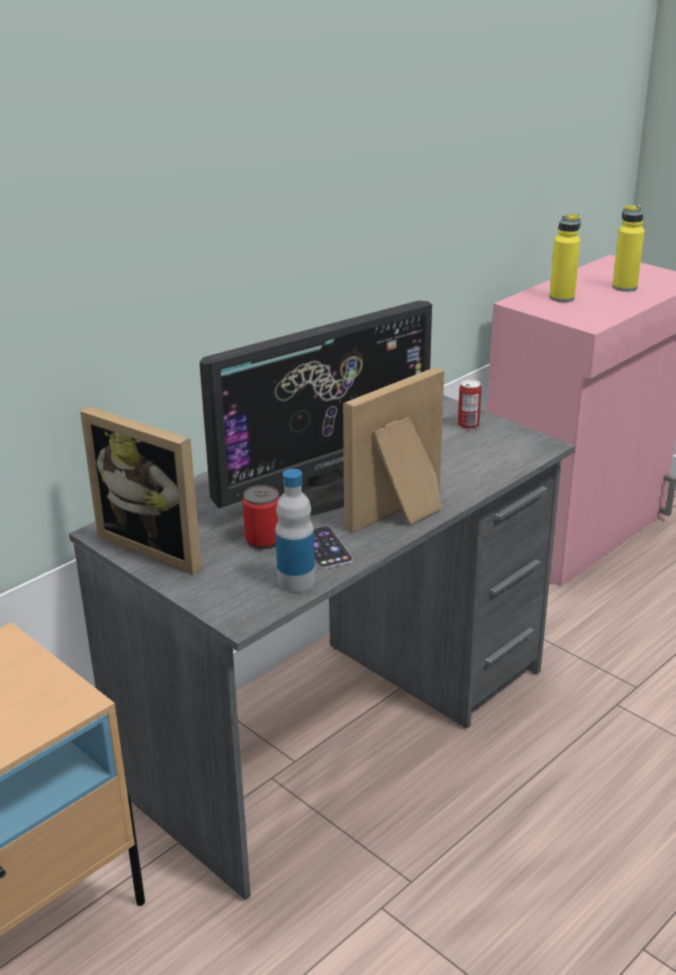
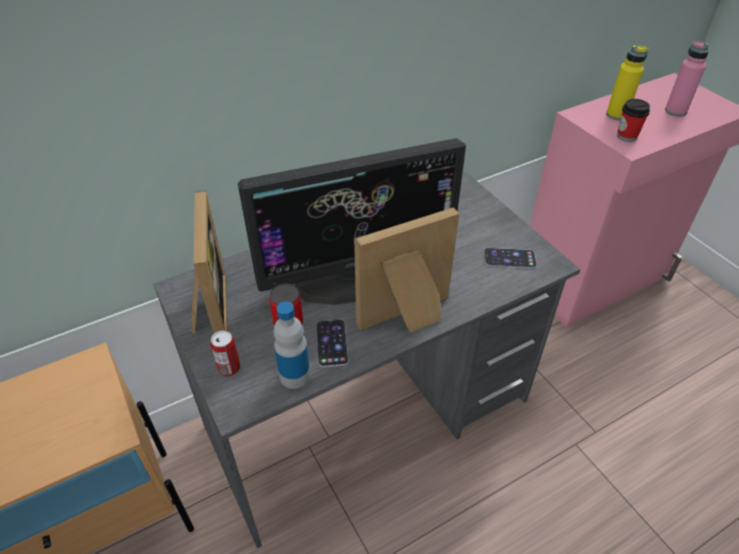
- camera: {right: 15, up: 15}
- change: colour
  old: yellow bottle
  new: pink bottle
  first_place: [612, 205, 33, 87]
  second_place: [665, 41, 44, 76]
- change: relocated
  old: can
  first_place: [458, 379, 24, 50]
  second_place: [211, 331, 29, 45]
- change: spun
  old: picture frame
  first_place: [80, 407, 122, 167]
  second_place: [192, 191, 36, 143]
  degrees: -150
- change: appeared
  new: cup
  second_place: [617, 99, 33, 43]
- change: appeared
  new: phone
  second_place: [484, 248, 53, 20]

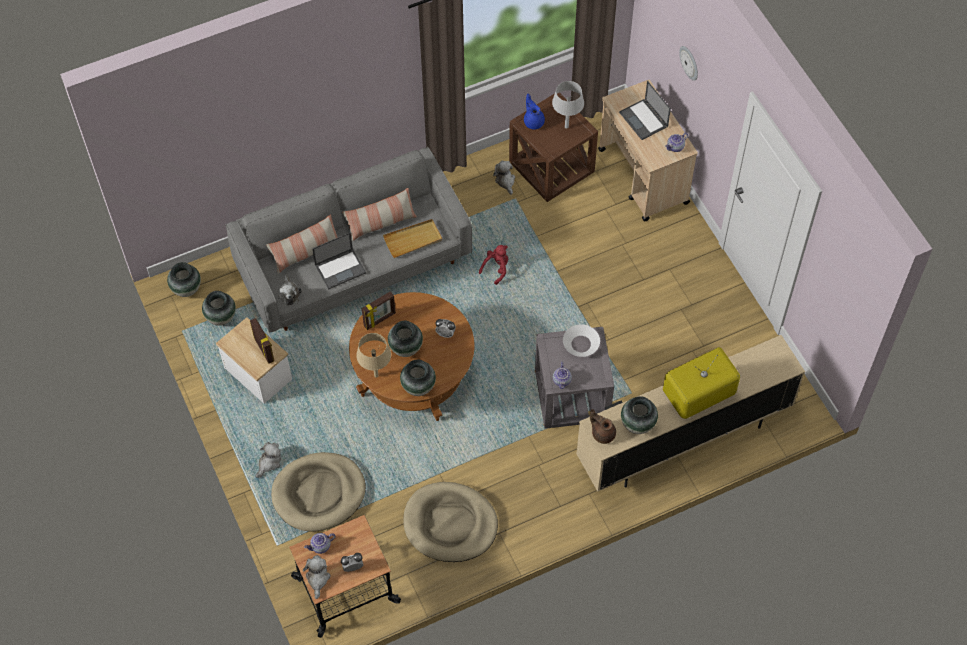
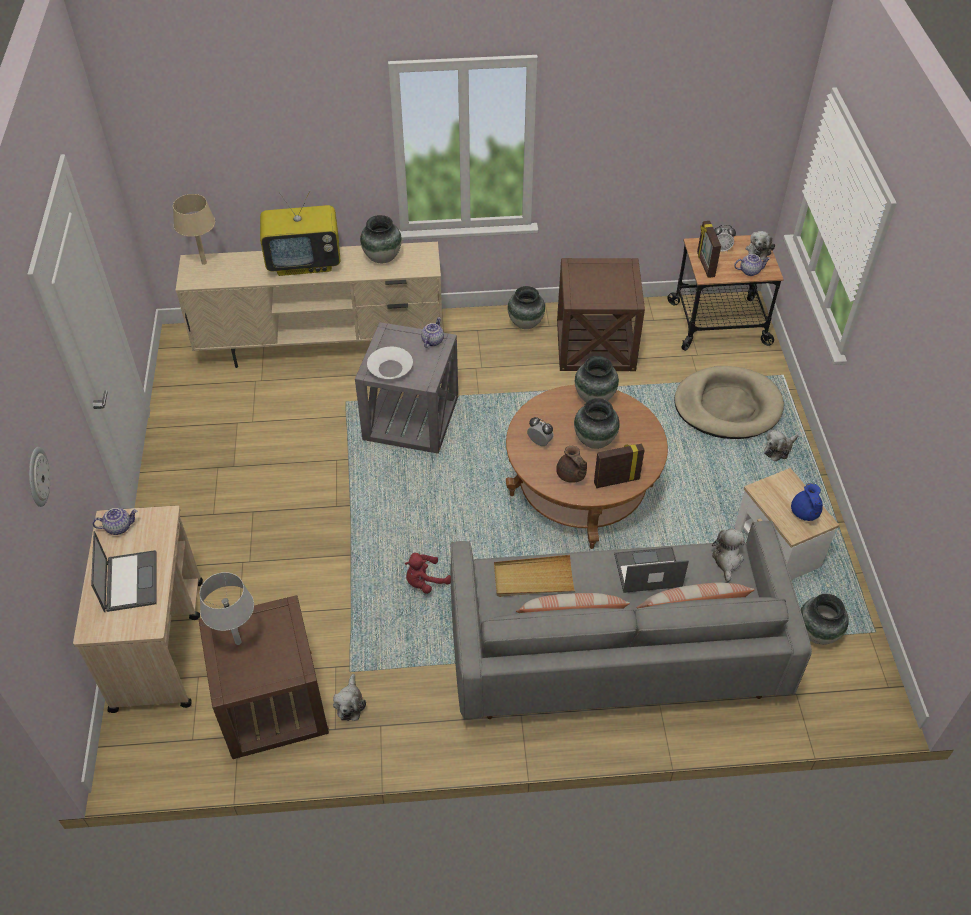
- camera: {right: -160, up: -10}
- change: relocated
  old: blue teapot
  first_place: [524, 94, 21, 35]
  second_place: [791, 483, 32, 38]
- change: relocated
  old: vase
  first_place: [167, 262, 34, 35]
  second_place: [508, 286, 37, 43]
- change: relocated
  old: picture frame
  first_place: [250, 318, 24, 46]
  second_place: [697, 221, 24, 57]
- change: relocated
  old: beige table lamp
  first_place: [356, 333, 35, 45]
  second_place: [173, 194, 42, 71]
- change: relocated
  old: brown teapot
  first_place: [590, 409, 26, 35]
  second_place: [556, 446, 31, 37]
- change: exchanged
  old: beige dog bed
  new: brown side table
  first_place: [403, 482, 95, 80]
  second_place: [557, 258, 88, 113]

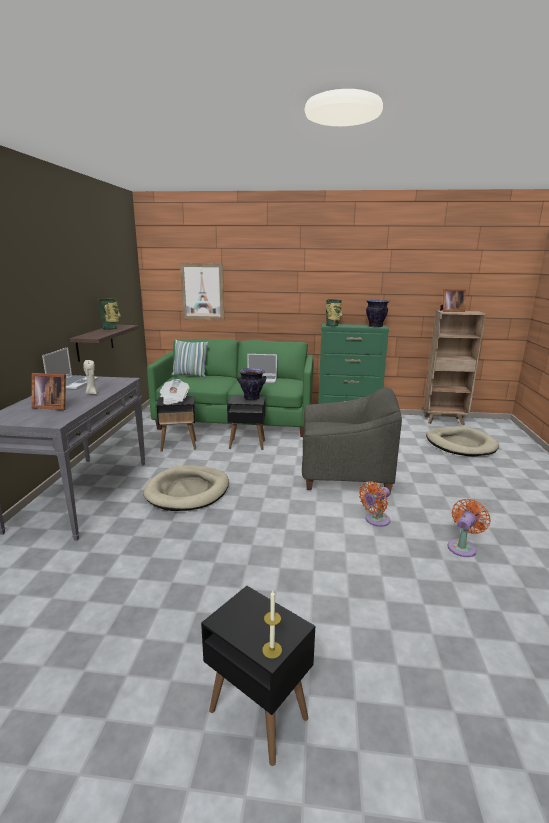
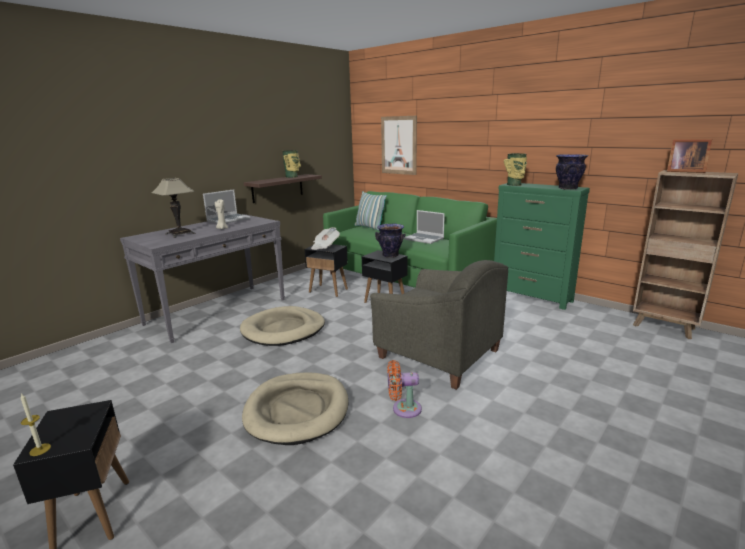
- camera: {right: 35, up: 0}
- change: exchanged
  old: picture frame
  new: table lamp
  first_place: [32, 373, 34, 37]
  second_place: [151, 178, 44, 60]
- change: relocated
  old: beige dog bed
  first_place: [426, 426, 73, 31]
  second_place: [242, 372, 106, 73]
- change: missing
  old: orange fan
  first_place: [448, 499, 43, 58]

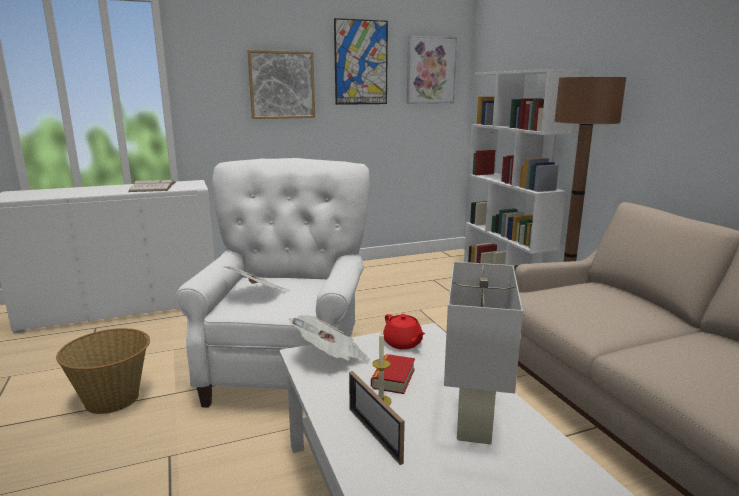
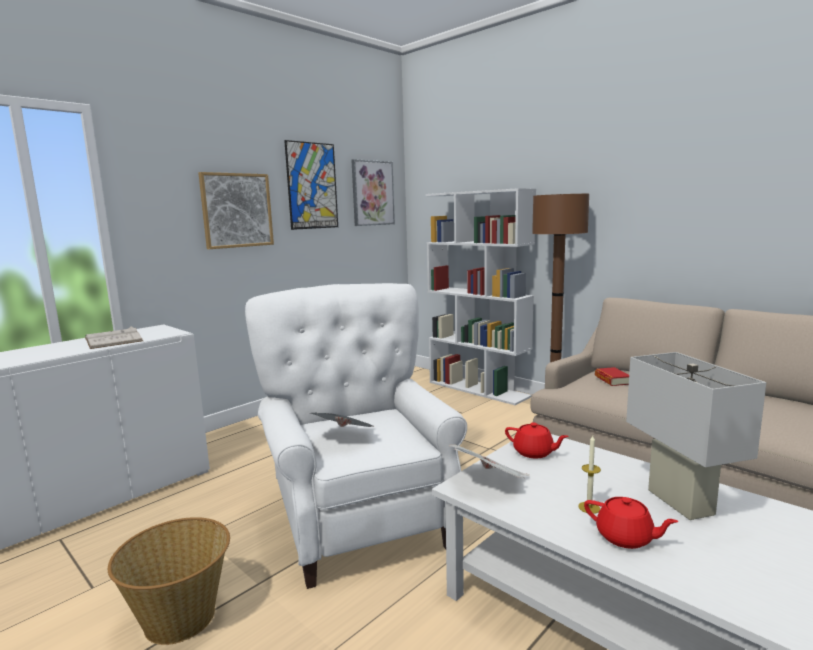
- camera: {right: -25, up: -5}
- change: relocated
  old: book
  first_place: [371, 354, 44, 40]
  second_place: [595, 367, 34, 19]
- change: exchanged
  old: picture frame
  new: red teapot
  first_place: [349, 371, 56, 94]
  second_place: [584, 497, 94, 52]

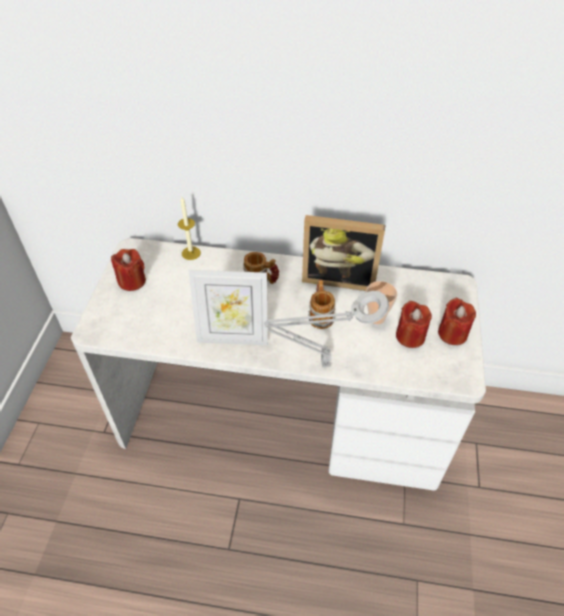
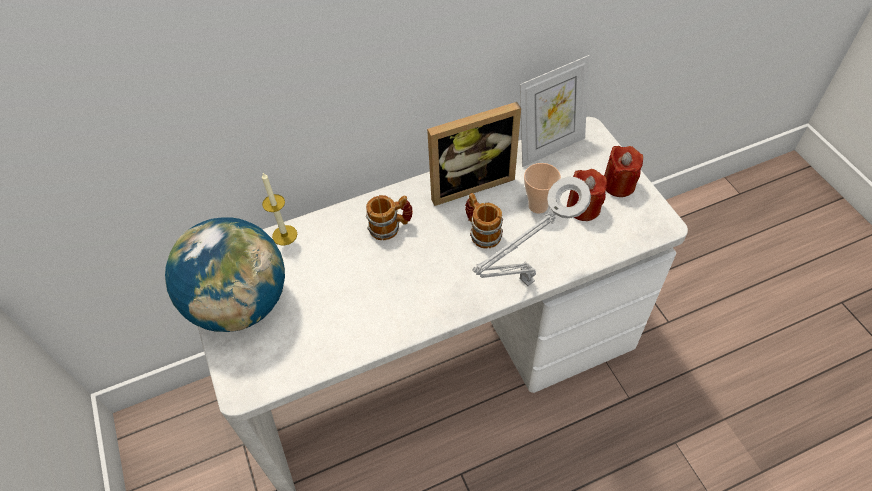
- camera: {right: -30, up: 5}
- change: exchanged
  old: red candle
  new: globe
  first_place: [111, 249, 35, 42]
  second_place: [165, 217, 120, 115]
- change: relocated
  old: picture frame
  first_place: [188, 270, 80, 75]
  second_place: [520, 55, 69, 112]

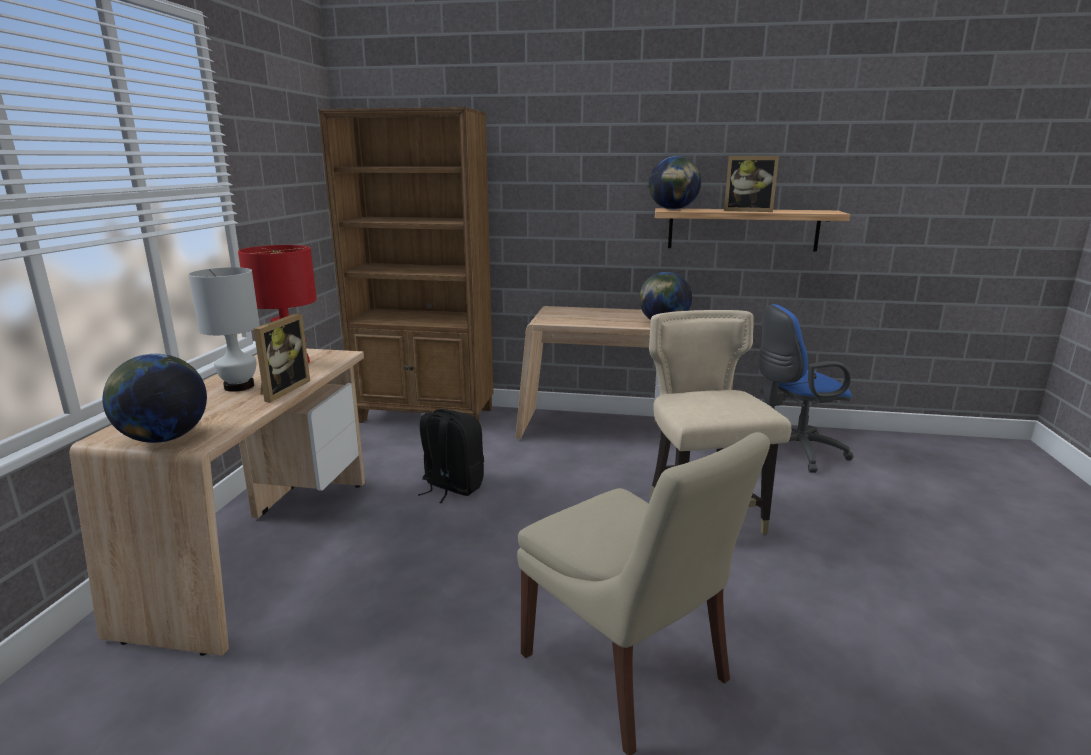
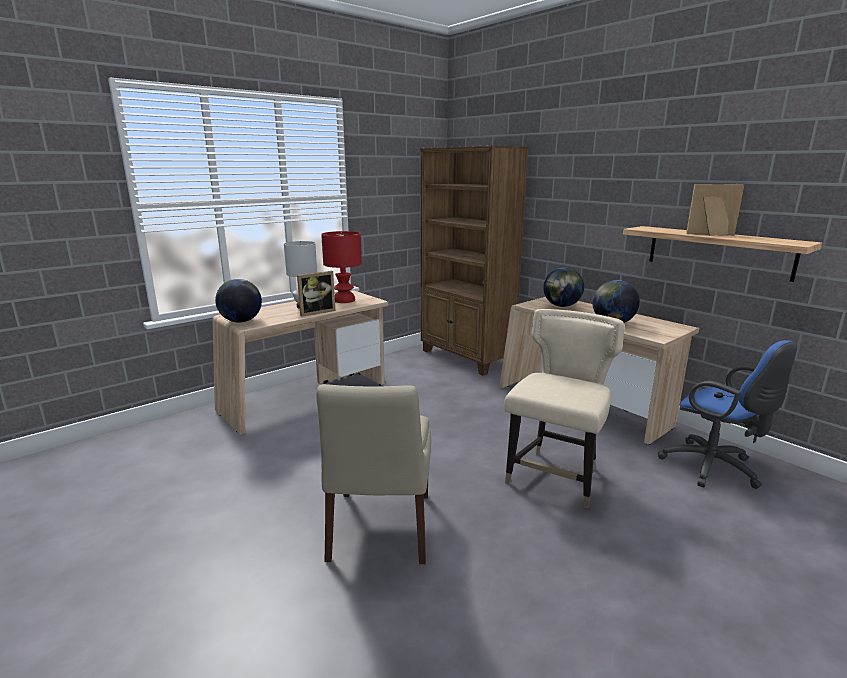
- camera: {right: 40, up: 0}
- change: relocated
  old: globe
  first_place: [649, 156, 52, 54]
  second_place: [543, 268, 41, 39]
- change: spun
  old: picture frame
  first_place: [724, 156, 55, 56]
  second_place: [686, 184, 58, 52]
  degrees: 135
- change: spun
  old: blue office chair
  first_place: [759, 304, 94, 169]
  second_place: [658, 340, 139, 149]
  degrees: -150
- change: missing
  old: black backpack
  first_place: [418, 409, 66, 94]

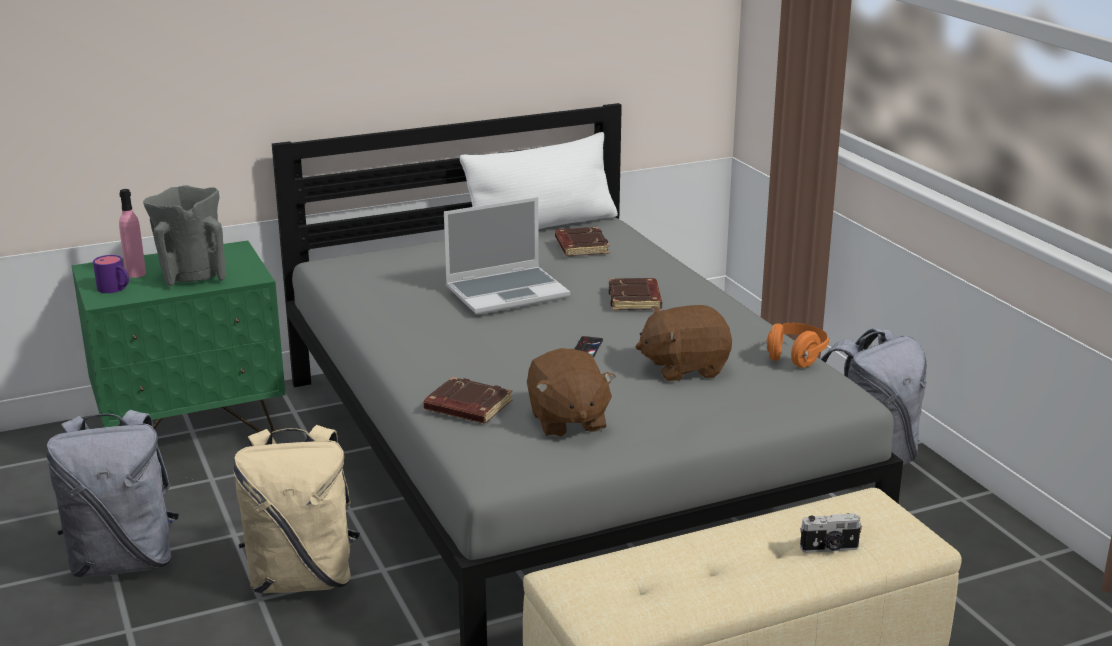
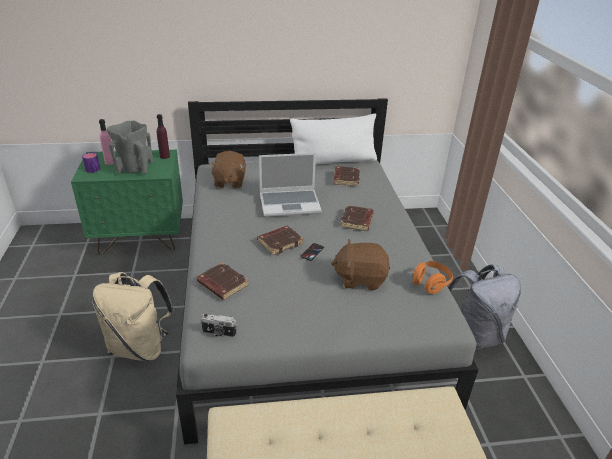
- camera: {right: 15, up: 10}
- change: relocated
  old: brown plush toy
  first_place: [527, 348, 89, 90]
  second_place: [209, 151, 37, 37]
- change: missing
  old: grey backpack
  first_place: [46, 410, 133, 168]
- change: relocated
  old: photo camera
  first_place: [800, 513, 62, 40]
  second_place: [201, 314, 36, 24]
- change: appeared
  new: purple bottle
  second_place: [157, 114, 13, 45]
- change: appeared
  new: brown book
  second_place: [257, 226, 47, 29]

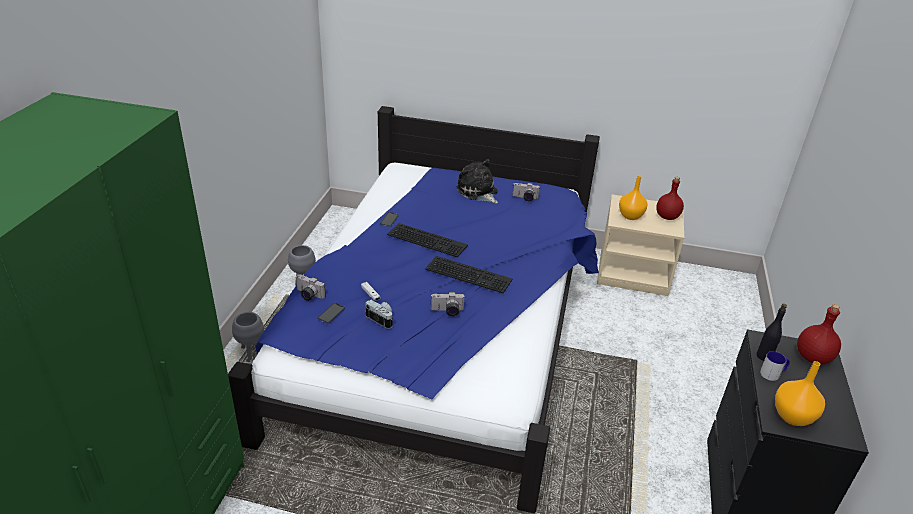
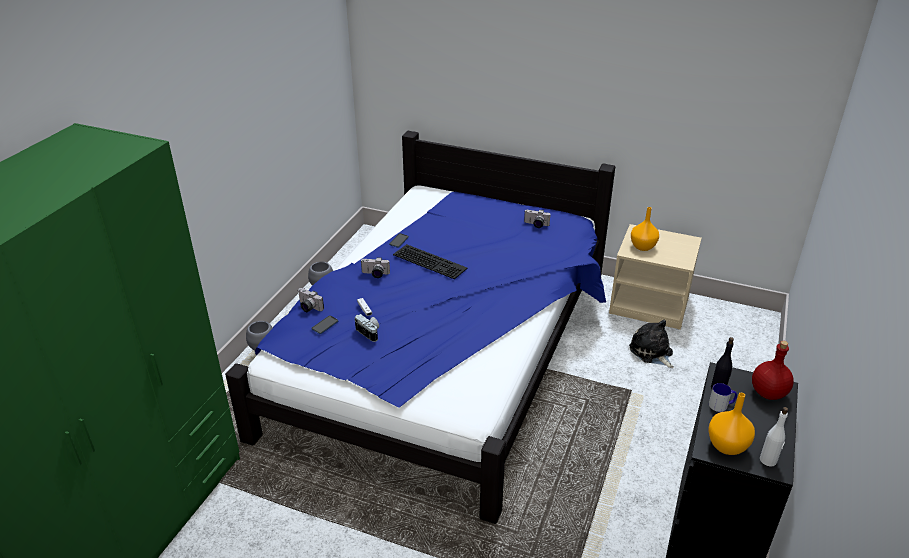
- camera: {right: 10, up: 0}
- change: relocated
  old: plush toy
  first_place: [456, 159, 42, 45]
  second_place: [629, 320, 45, 48]
- change: missing
  old: red bottle
  first_place: [656, 177, 28, 43]
- change: missing
  old: keyboard
  first_place: [425, 256, 88, 37]
- change: relocated
  old: photo camera
  first_place: [431, 292, 34, 24]
  second_place: [361, 257, 29, 21]
- change: appeared
  new: white bottle
  second_place: [760, 407, 28, 60]

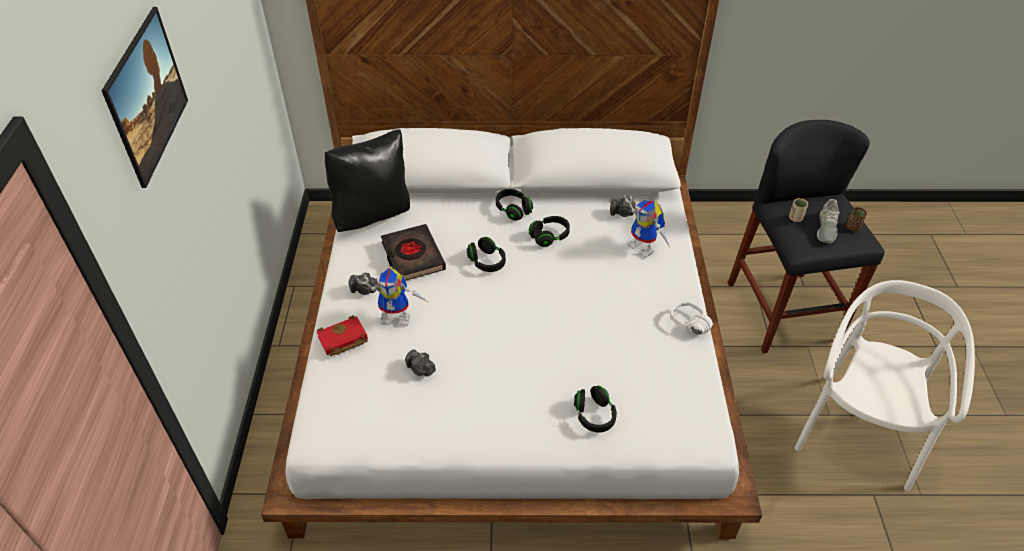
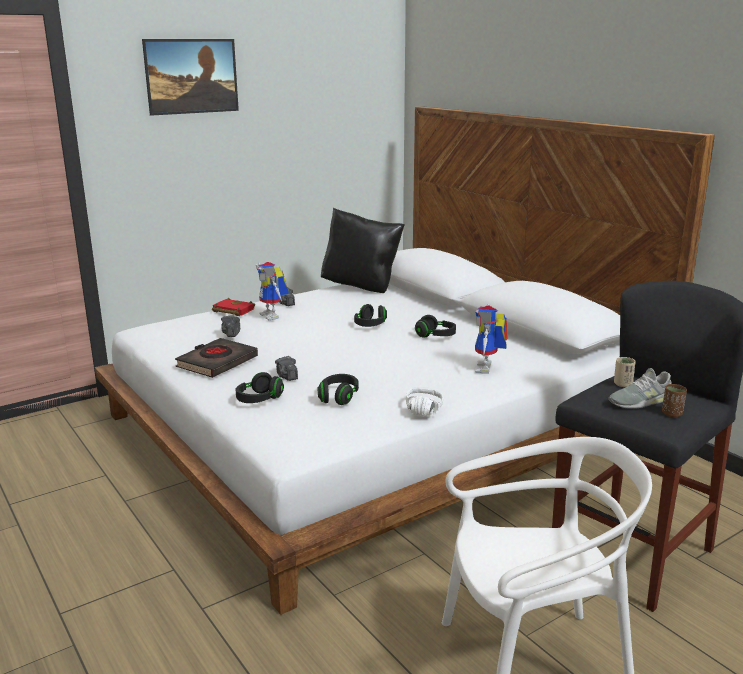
- camera: {right: 55, up: -25}
- change: relocated
  old: black headphones
  first_place: [496, 189, 37, 32]
  second_place: [318, 374, 41, 31]
- change: relocated
  old: photo camera
  first_place: [610, 197, 26, 20]
  second_place: [275, 356, 23, 25]
- change: relocated
  old: black book
  first_place: [381, 224, 65, 57]
  second_place: [175, 338, 83, 40]

